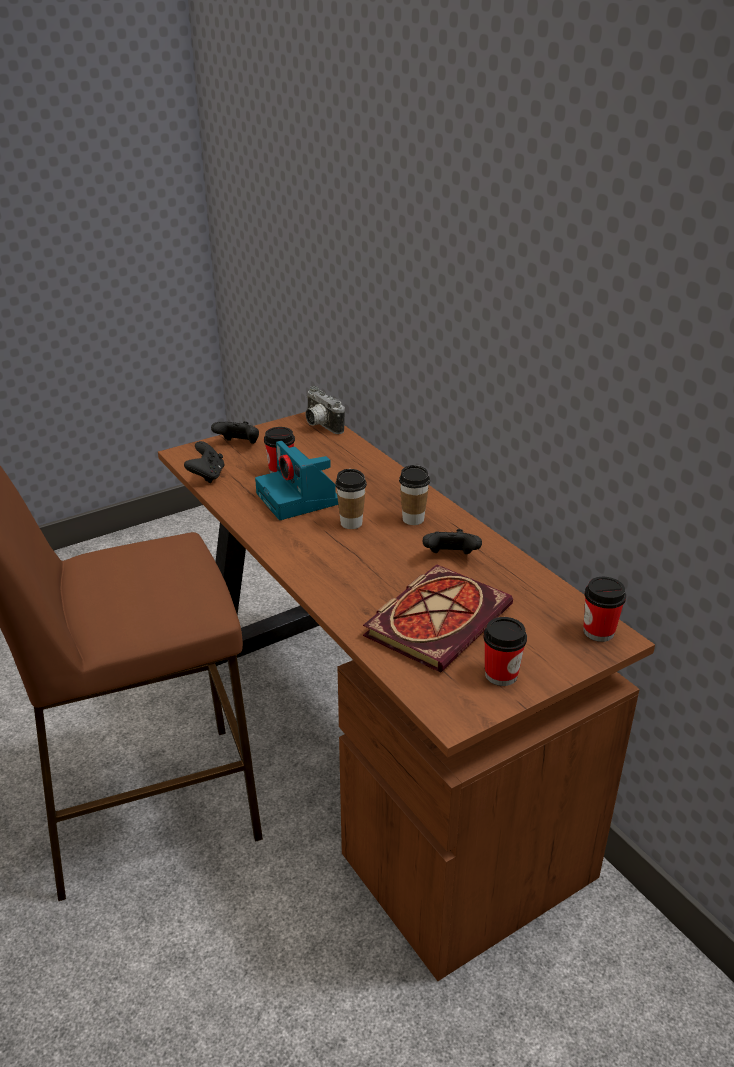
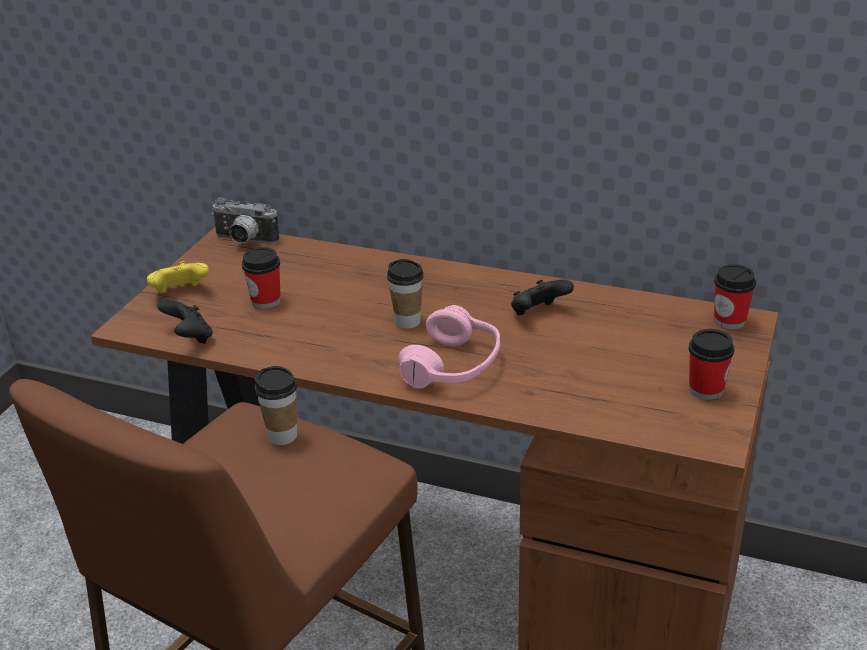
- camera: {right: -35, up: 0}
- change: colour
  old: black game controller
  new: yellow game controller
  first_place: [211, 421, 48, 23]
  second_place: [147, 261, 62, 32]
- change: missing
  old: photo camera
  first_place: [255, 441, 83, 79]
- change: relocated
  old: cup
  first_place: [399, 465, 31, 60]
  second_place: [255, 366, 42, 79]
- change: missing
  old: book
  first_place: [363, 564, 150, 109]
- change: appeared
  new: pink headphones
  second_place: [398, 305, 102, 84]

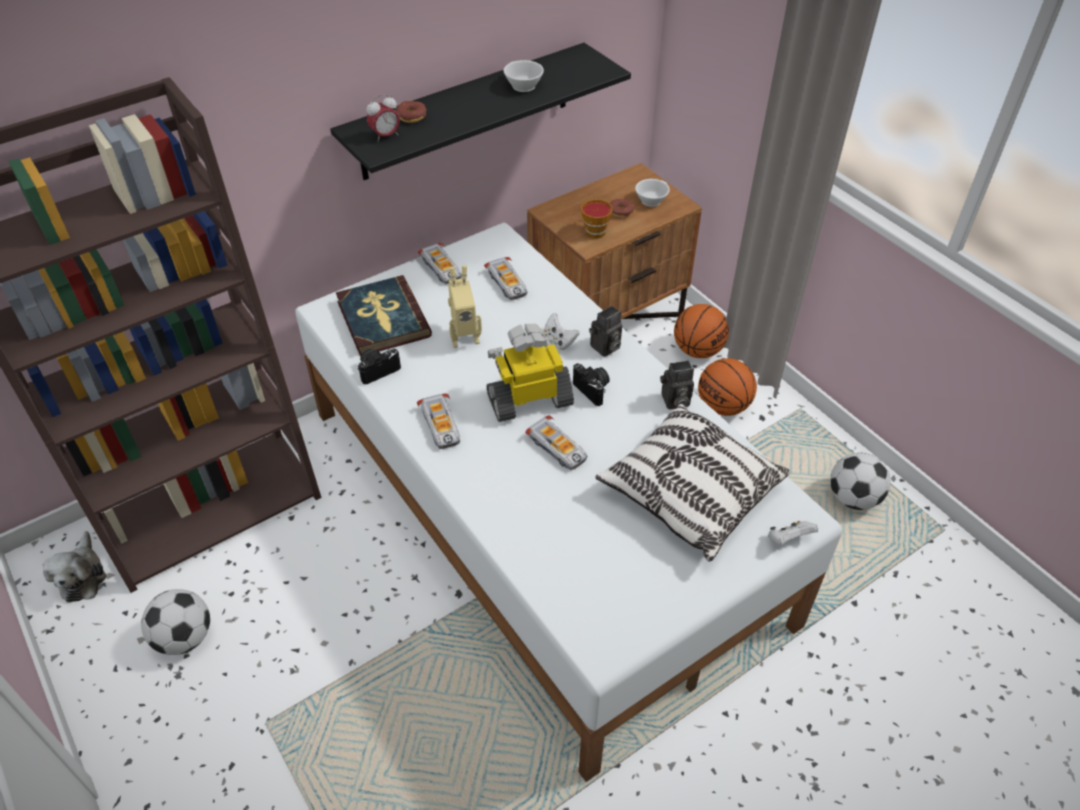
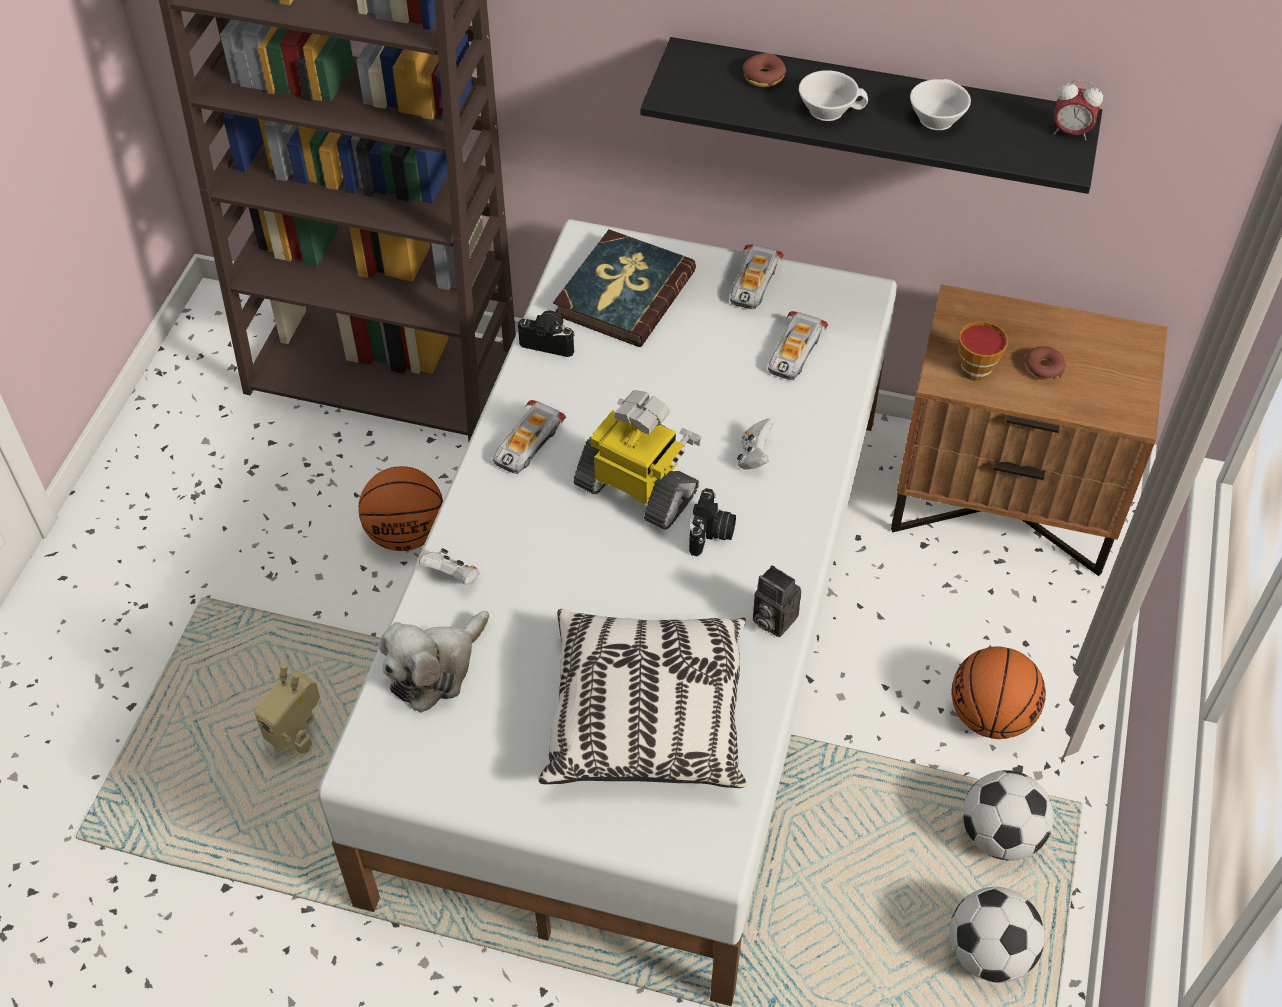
- camera: {right: 50, up: 5}
- change: relocated
  old: alarm clock
  first_place: [366, 94, 34, 48]
  second_place: [1054, 80, 49, 60]
- change: relocated
  old: white cup
  first_place: [635, 179, 35, 28]
  second_place: [799, 70, 69, 51]
- change: relocated
  old: toy robot
  first_place: [448, 265, 34, 83]
  second_place: [255, 663, 65, 97]
- change: relocated
  old: basketball
  first_place: [674, 304, 55, 54]
  second_place: [359, 466, 84, 85]
- change: missing
  old: photo camera
  first_place: [589, 306, 33, 51]
- change: missing
  old: toy car
  first_place: [525, 416, 63, 54]
- change: relocated
  old: white game controller
  first_place: [768, 521, 50, 24]
  second_place: [419, 549, 60, 36]
- change: relocated
  old: plush toy
  first_place: [43, 531, 64, 72]
  second_place: [380, 611, 109, 102]
- change: relocated
  old: football
  first_place: [141, 589, 69, 66]
  second_place: [963, 770, 90, 91]

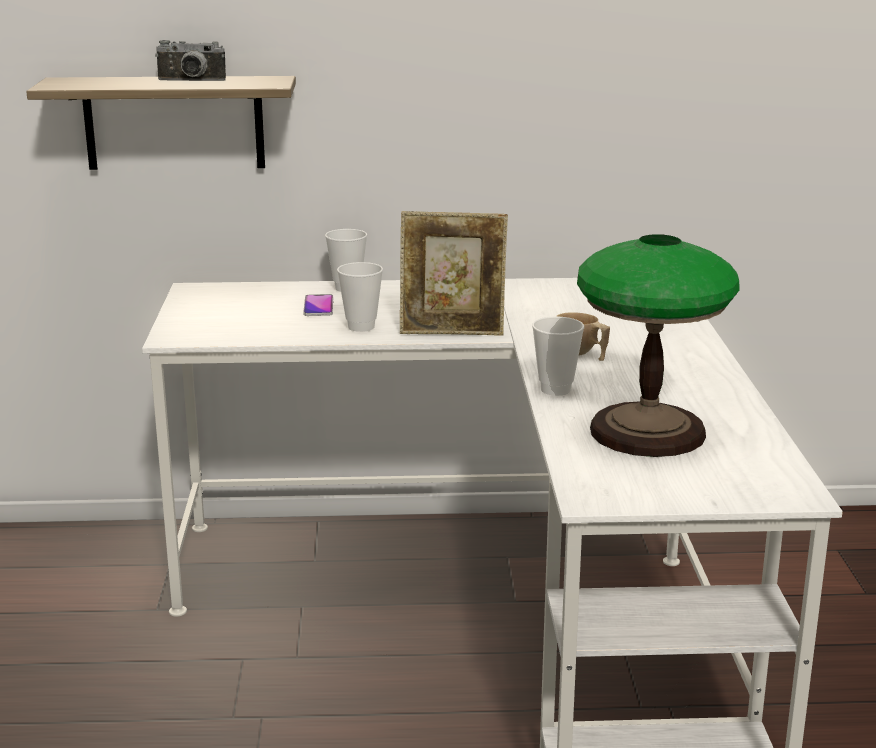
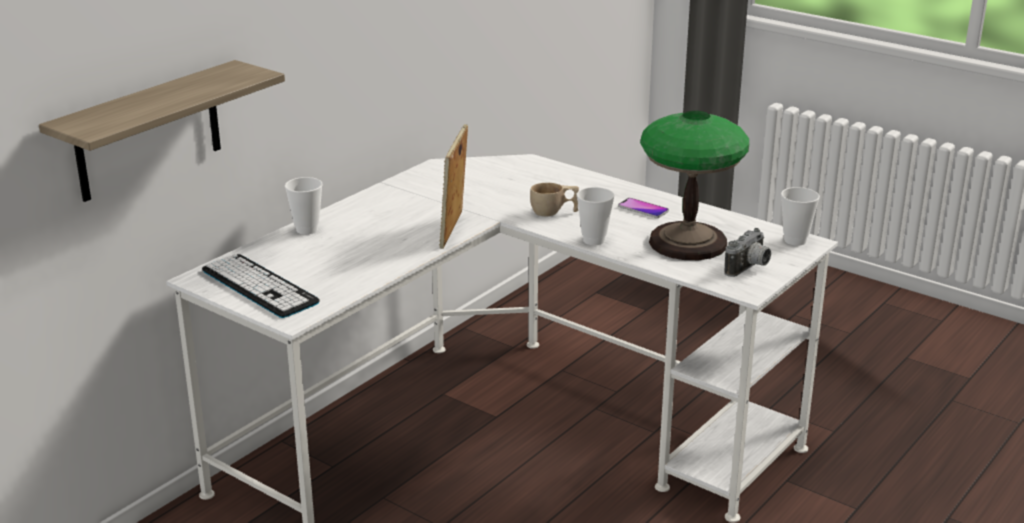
- camera: {right: -50, up: 5}
- change: relocated
  old: photo camera
  first_place: [155, 40, 71, 41]
  second_place: [724, 228, 47, 49]
- change: spun
  old: picture frame
  first_place: [400, 211, 108, 125]
  second_place: [439, 124, 29, 125]
  degrees: 150
- change: relocated
  old: cup
  first_place: [337, 262, 46, 70]
  second_place: [781, 187, 39, 59]
- change: relocated
  old: phone
  first_place: [303, 294, 30, 22]
  second_place: [618, 198, 51, 20]
- change: appeared
  new: keyboard
  second_place: [202, 254, 118, 64]

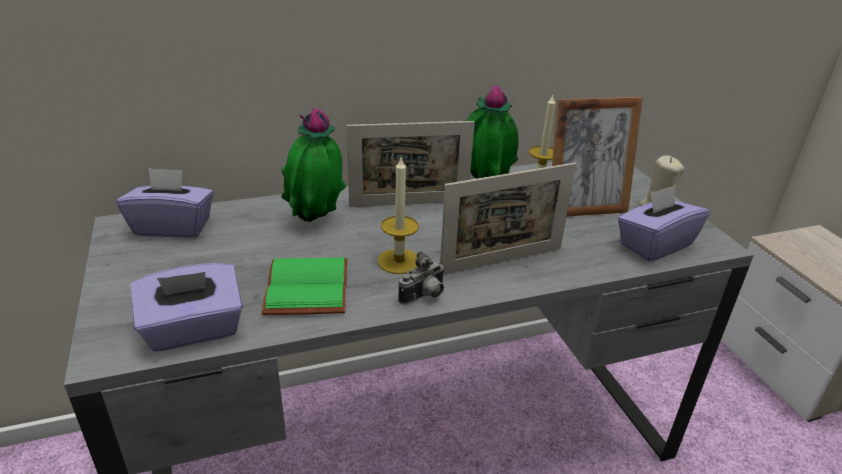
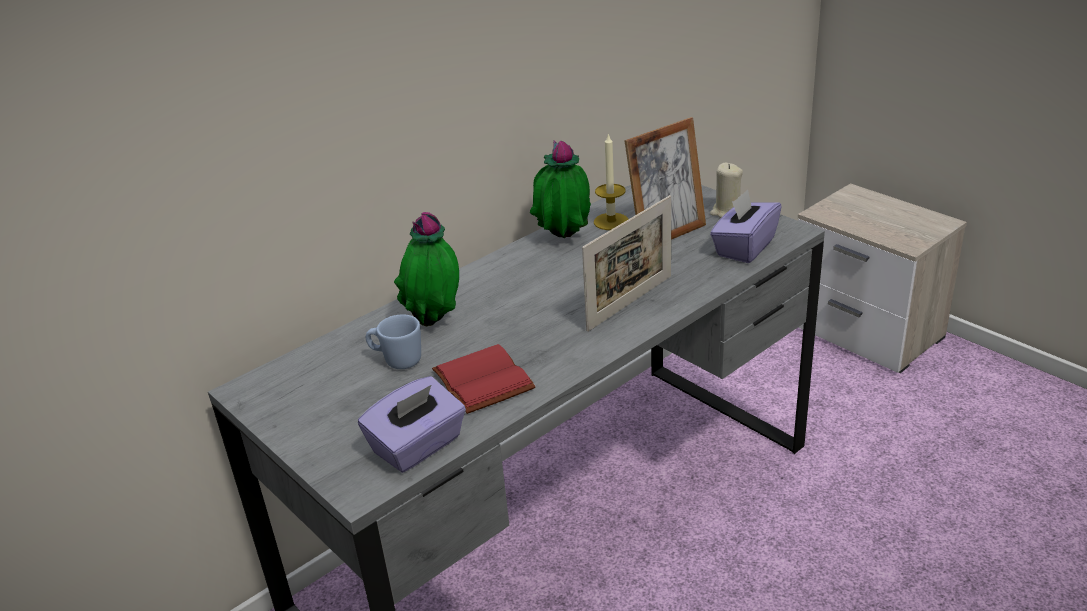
- camera: {right: -20, up: 0}
- change: missing
  old: picture frame
  first_place: [347, 121, 128, 86]
- change: missing
  old: candle
  first_place: [378, 155, 41, 119]
- change: missing
  old: purple tissue box
  first_place: [116, 168, 98, 70]
- change: missing
  old: photo camera
  first_place: [398, 251, 47, 54]
- change: colour
  old: green book
  new: red book
  first_place: [262, 258, 85, 57]
  second_place: [432, 344, 104, 70]
- change: appeared
  new: blue mug
  second_place: [366, 314, 55, 55]

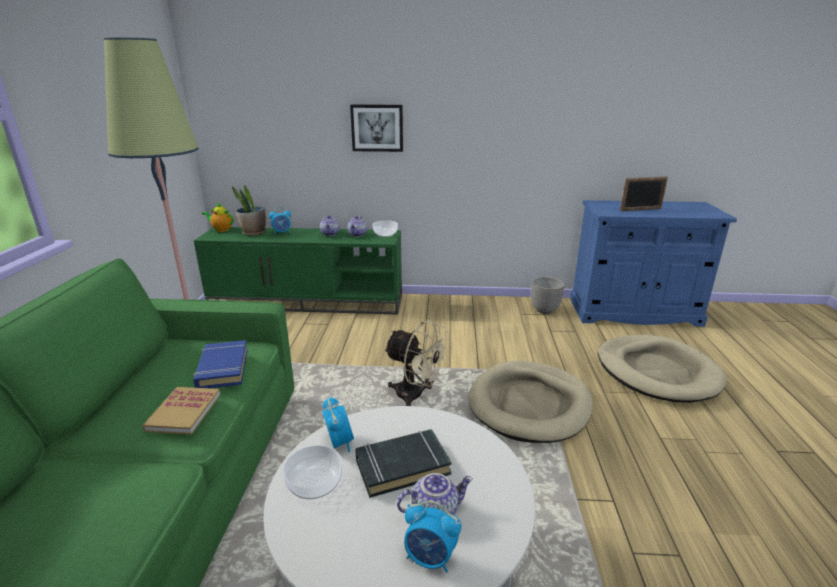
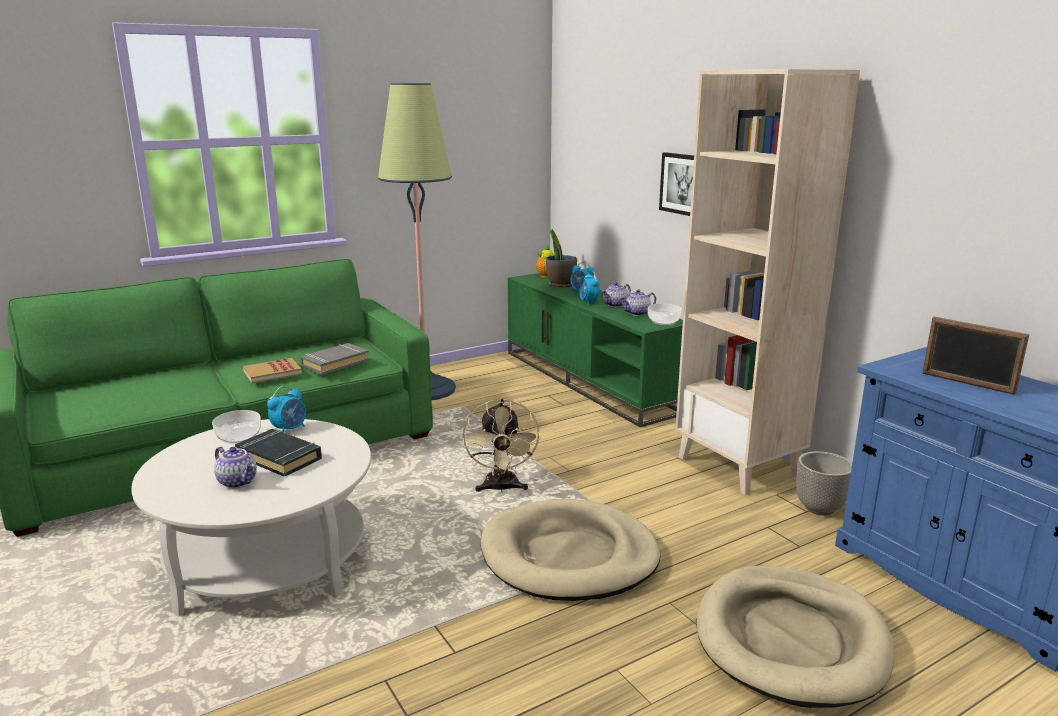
- camera: {right: 55, up: -5}
- change: colour
  old: blue book
  new: grey book
  first_place: [193, 340, 55, 48]
  second_place: [300, 343, 69, 32]
- change: relocated
  old: alarm clock
  first_place: [404, 501, 57, 71]
  second_place: [580, 271, 19, 34]
- change: appeared
  new: beige bookcase
  second_place: [675, 69, 185, 427]

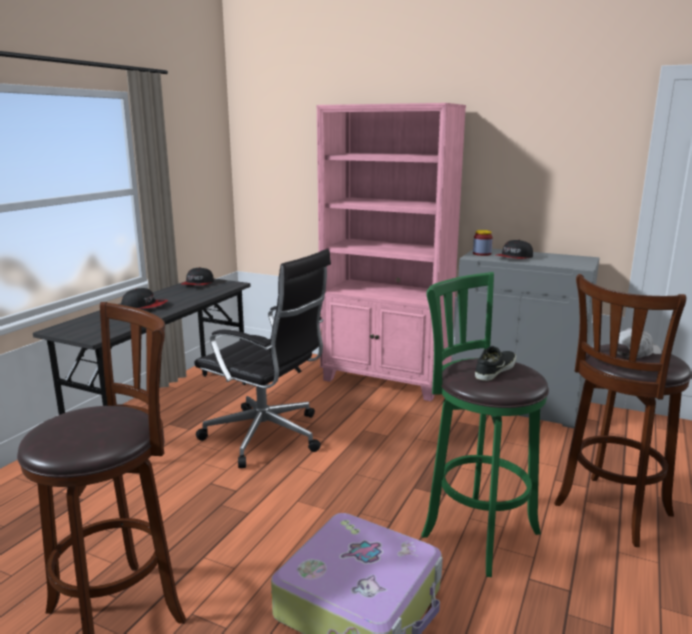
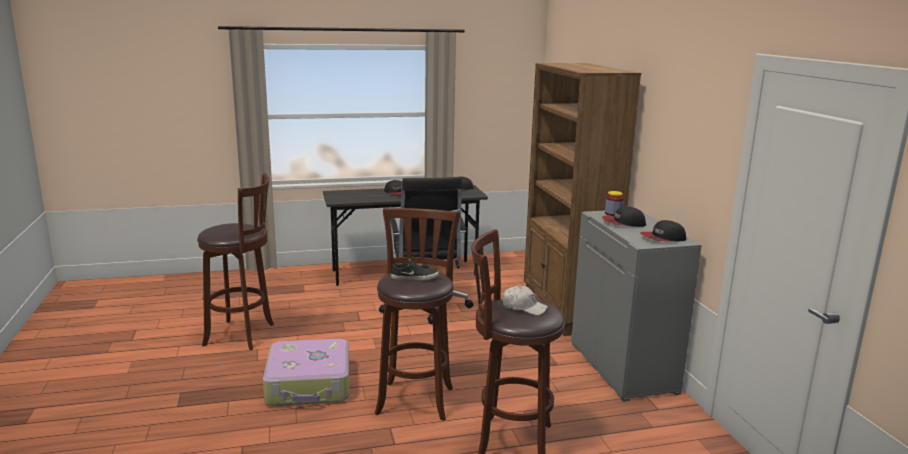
- camera: {right: 50, up: 0}
- change: colour
  old: pink bookcase
  new: brown bookcase
  first_place: [317, 103, 149, 298]
  second_place: [524, 63, 117, 273]
- change: colour
  old: green stool
  new: brown stool
  first_place: [421, 272, 128, 305]
  second_place: [375, 208, 85, 213]
- change: appeared
  new: cap
  second_place: [640, 220, 46, 22]

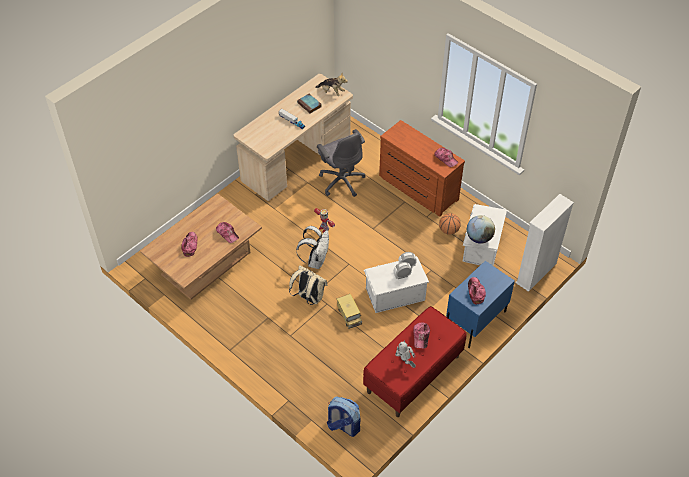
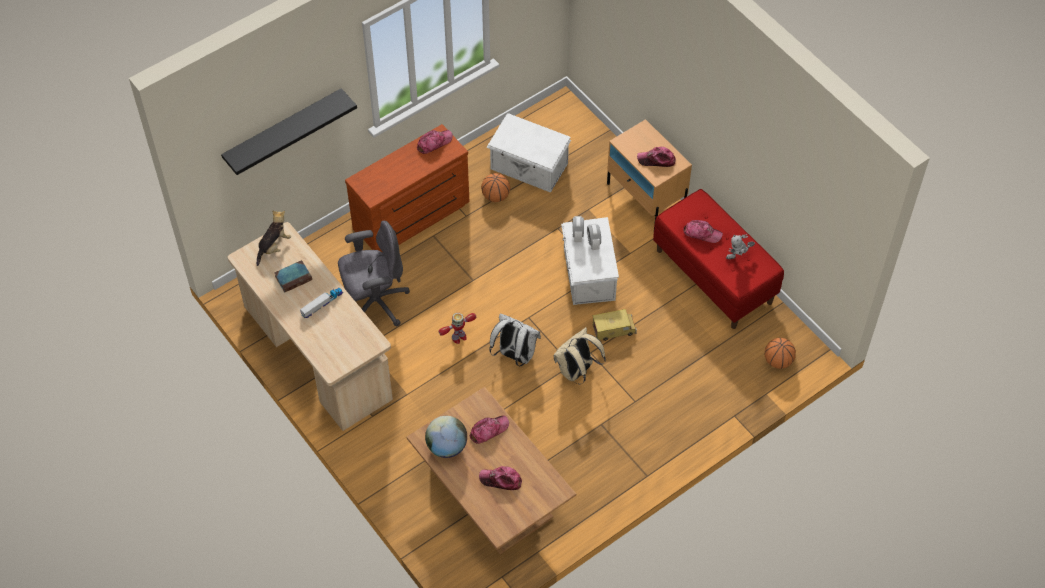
- camera: {right: -80, up: 5}
- change: missing
  old: white bookcase
  first_place: [516, 194, 58, 98]
- change: relocated
  old: globe
  first_place: [467, 215, 28, 29]
  second_place: [425, 416, 42, 42]
- change: colour
  old: blue nightstand
  new: beige nightstand
  first_place: [446, 261, 69, 87]
  second_place: [607, 119, 85, 106]
- change: exchanged
  old: backpack
  new: basketball
  first_place: [327, 397, 33, 40]
  second_place: [765, 338, 31, 31]
- change: appeared
  new: black shelf
  second_place: [221, 88, 136, 87]

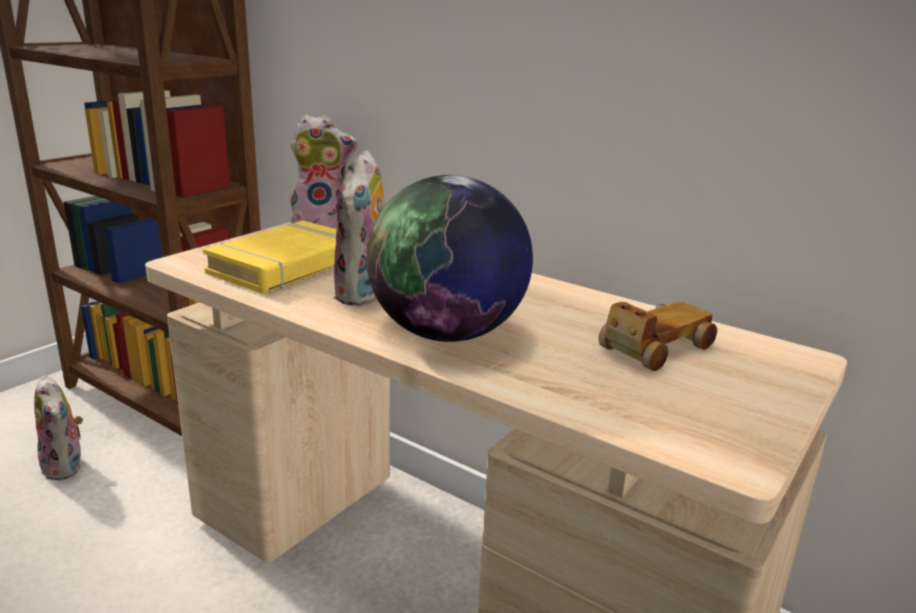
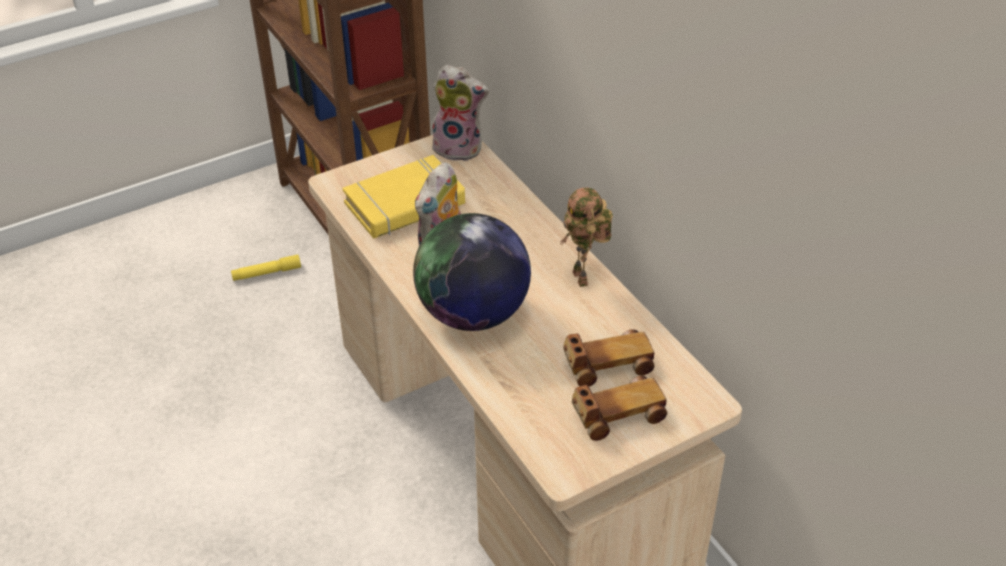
- camera: {right: 25, up: 20}
- change: exchanged
  old: plush toy
  new: yellow flashlight
  first_place: [34, 375, 49, 105]
  second_place: [231, 254, 70, 27]
- change: appeared
  new: toy robot
  second_place: [560, 188, 53, 99]
- change: appeared
  new: toy car
  second_place: [572, 376, 95, 65]

